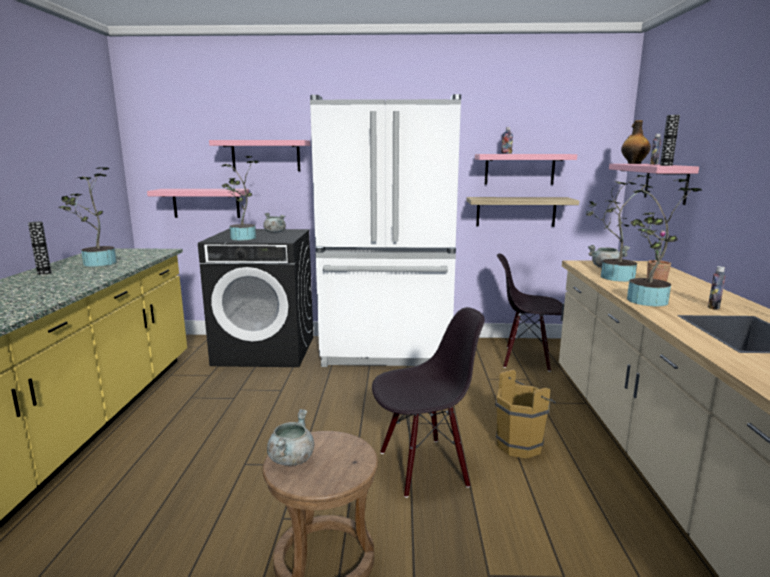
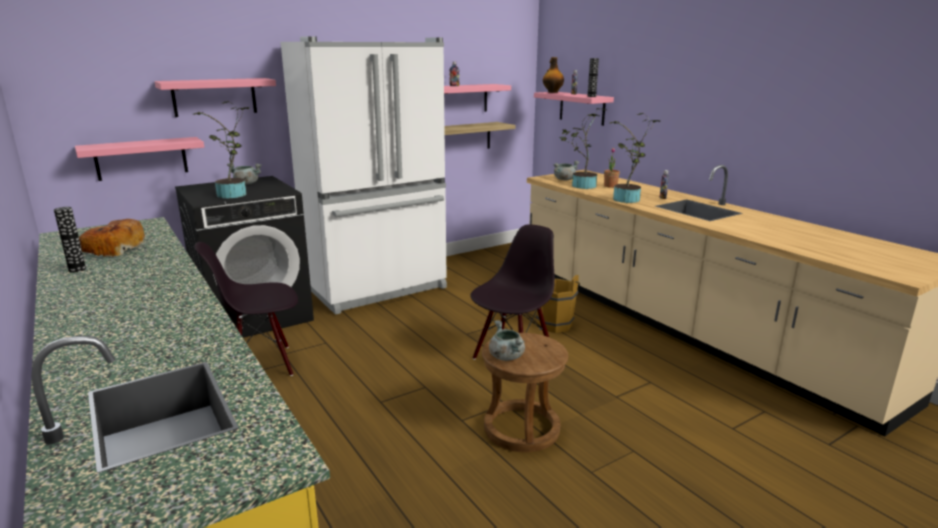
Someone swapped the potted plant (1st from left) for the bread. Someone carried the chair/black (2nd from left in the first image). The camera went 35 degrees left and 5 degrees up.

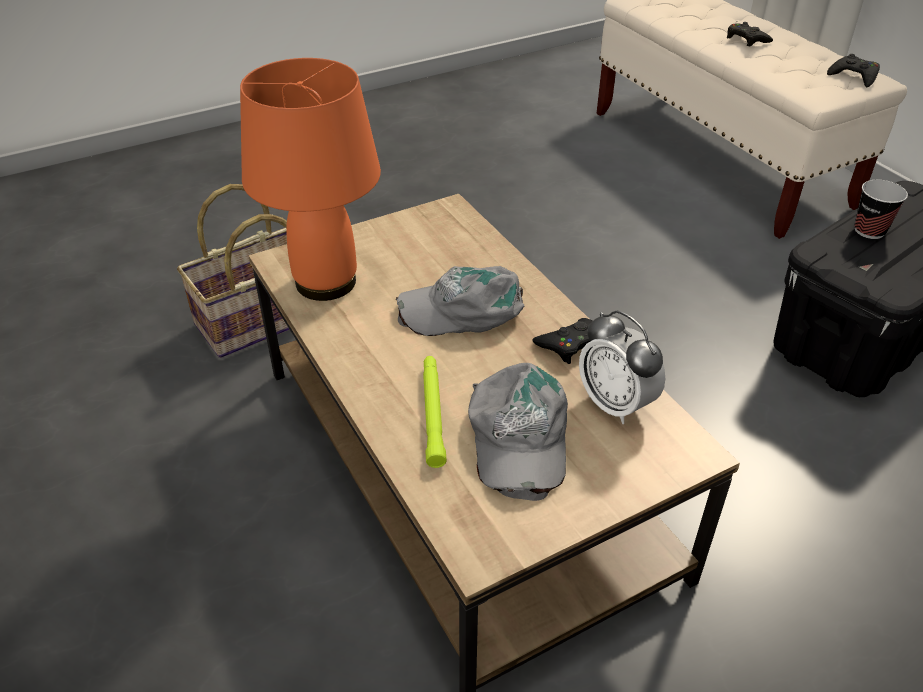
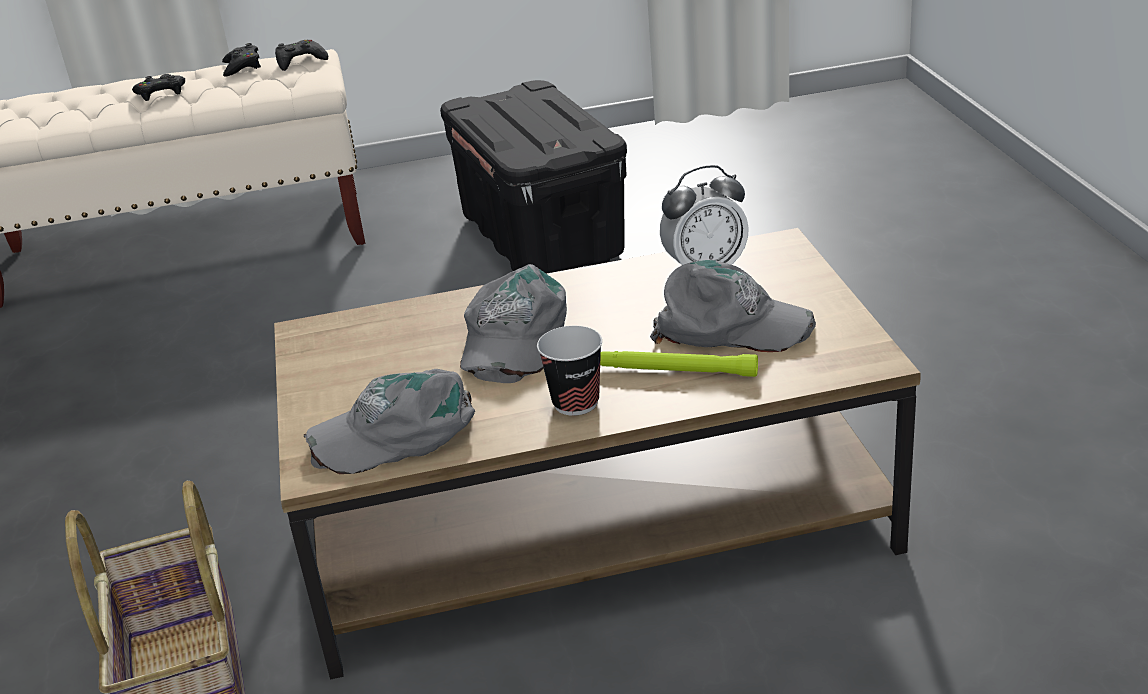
Someone swapped the table lamp/orange for the cap/grey (1st from left). Someone carried the cup. Someone carried the game controller/black (1st from left in the first image). The camera went 70 degrees left and 10 degrees down.

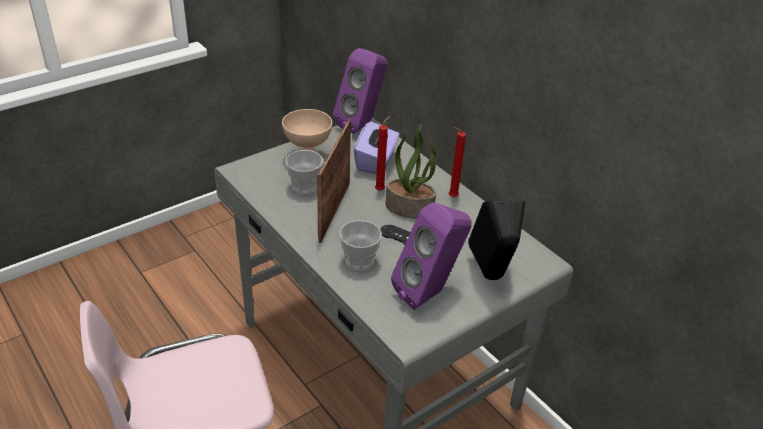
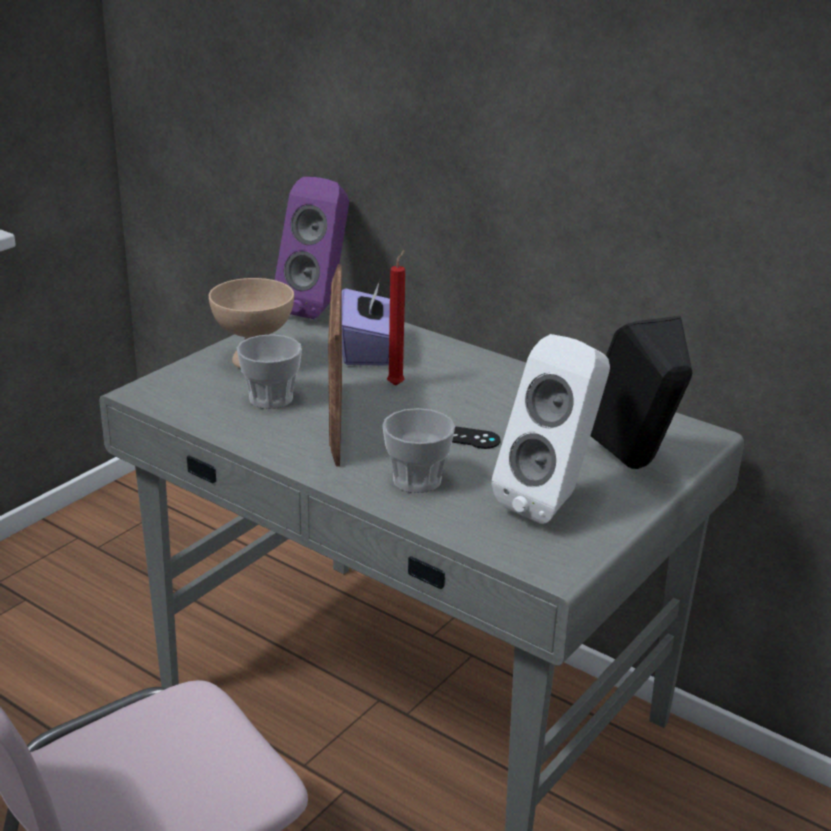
Someone took away the potted plant. Someone took away the candle/red (2nd from left). Someone repainted the speaker/purple (2nd from left), which became the speaker/white. The camera went 15 degrees left and 10 degrees down.

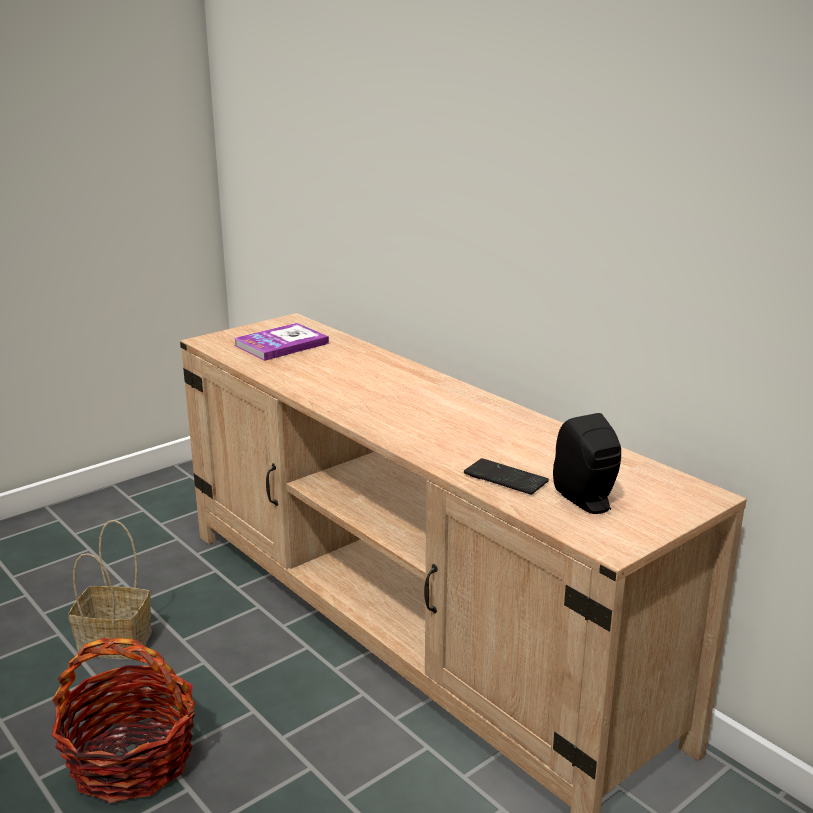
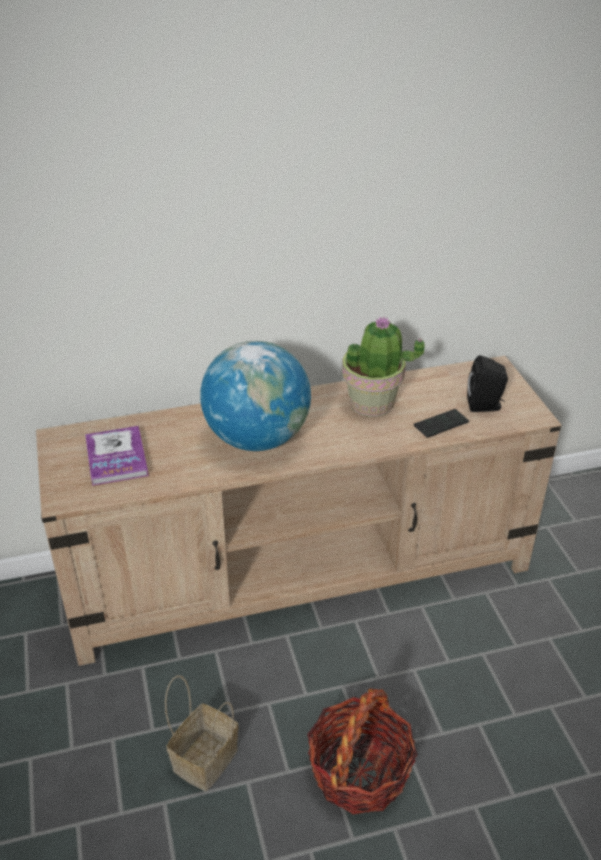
Someone put down the potted plant. Someone put down the globe. The camera went 65 degrees left and 15 degrees up.

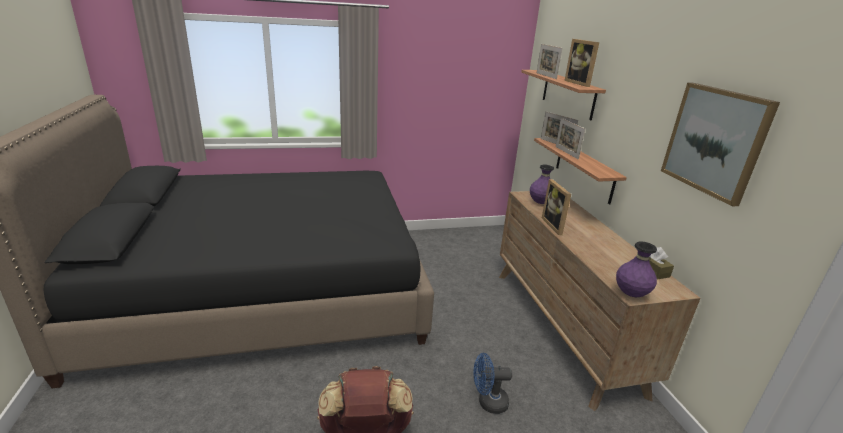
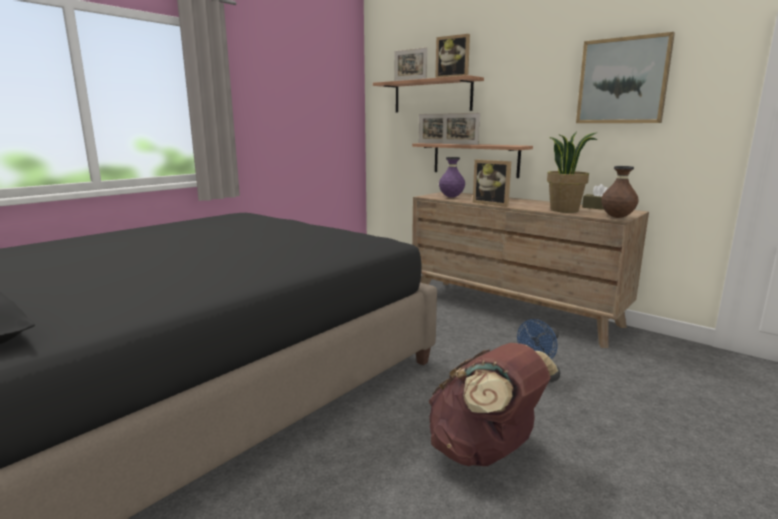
Someone repainted the vase/purple (2nd from left), which became the vase/brown. Someone put down the potted plant. The camera went 35 degrees left and 10 degrees down.

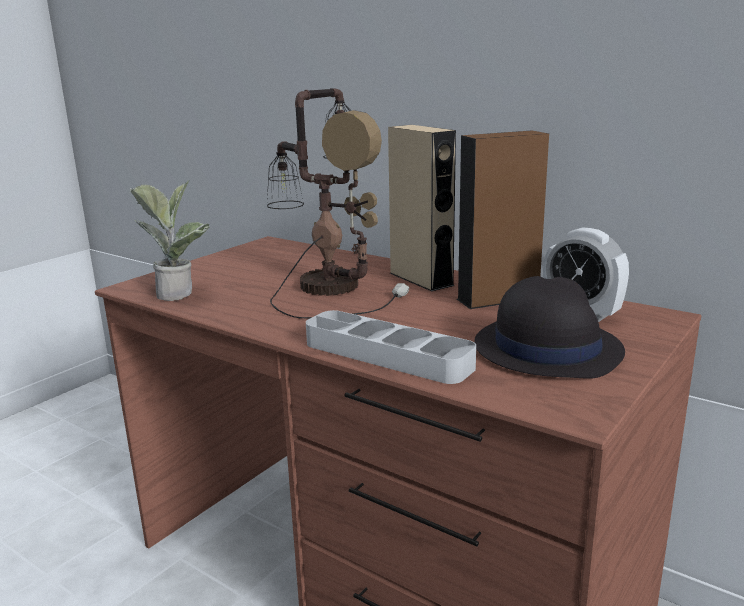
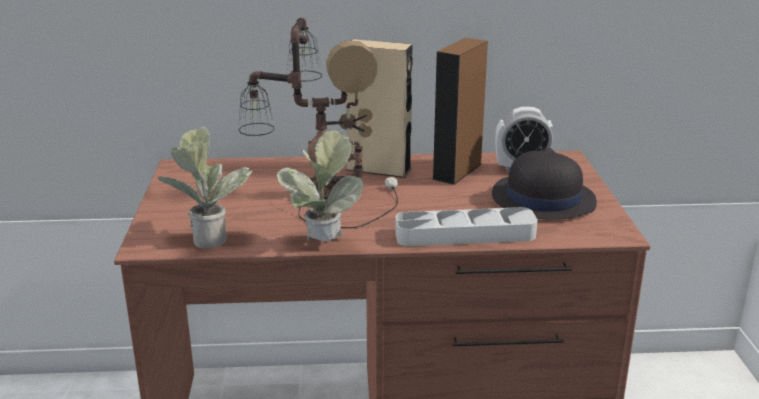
Someone put down the potted plant (2nd from left). The camera went 40 degrees left and 5 degrees up.

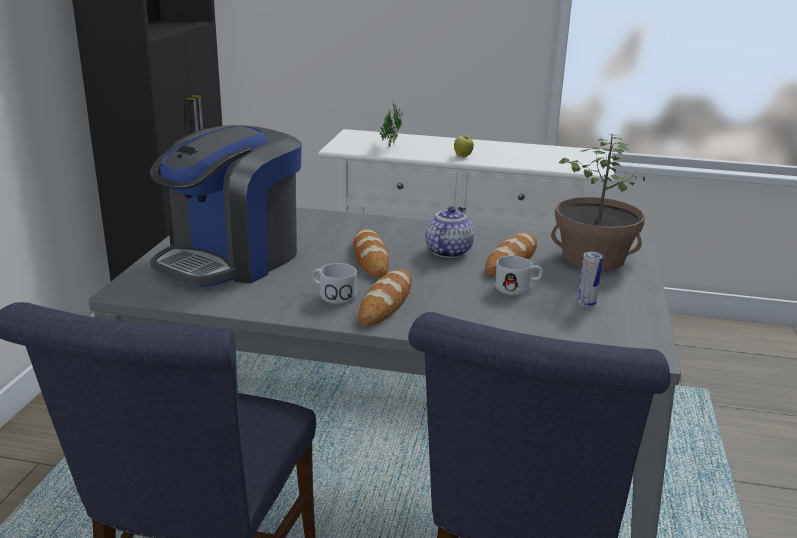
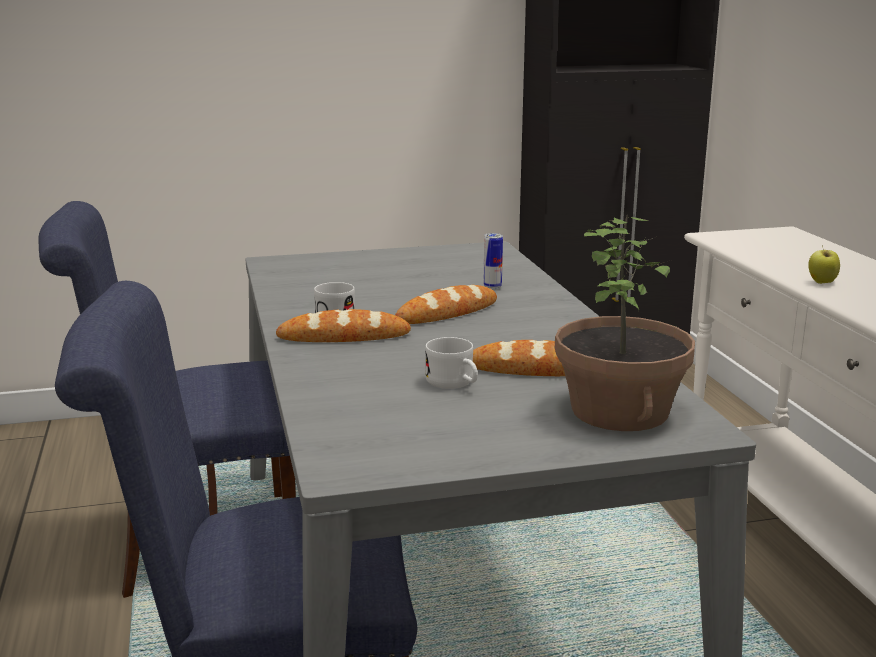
Someone took away the potted plant (1st from left). Someone took away the coffee machine. Someone took away the teapot. Someone carried the can. The camera went 65 degrees right and 5 degrees down.

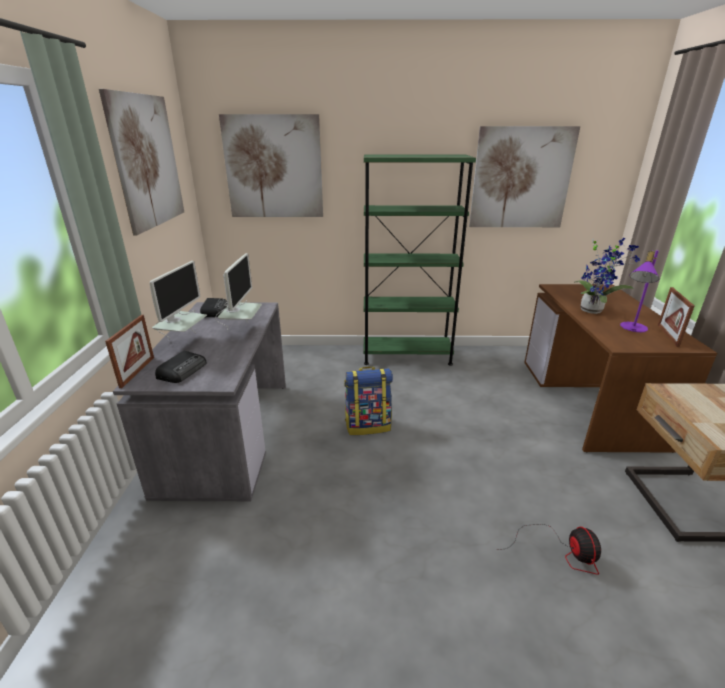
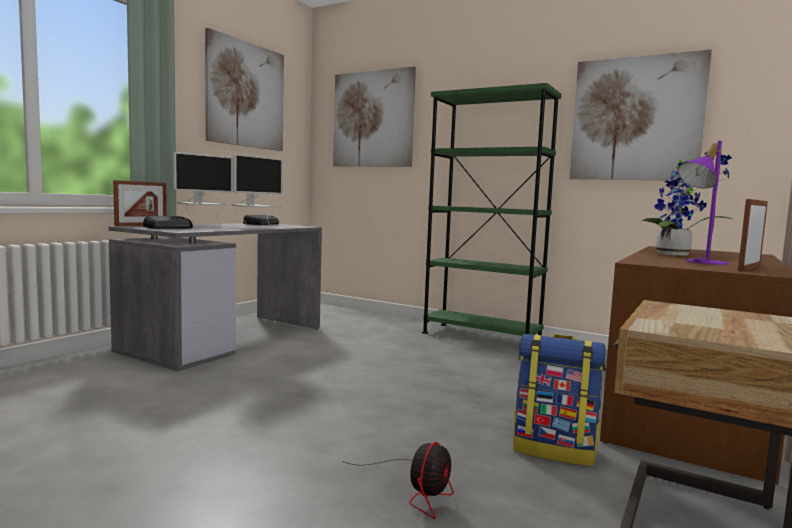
Someone carried the backpack. The camera went 30 degrees right and 20 degrees down.

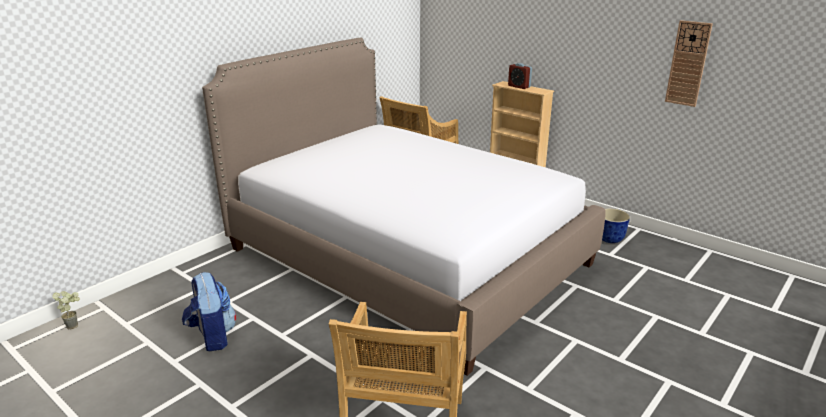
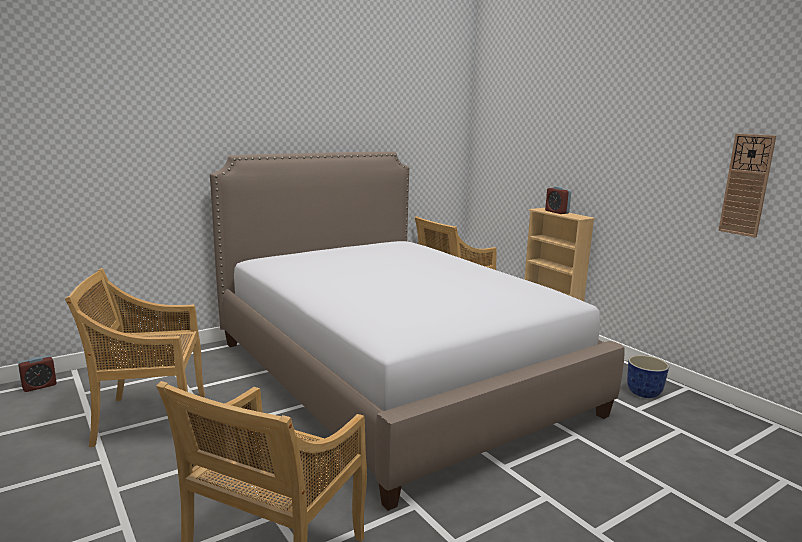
Someone swapped the backpack for the chair/beige (1st from left). Someone swapped the potted plant for the alarm clock (1st from left). The camera went 15 degrees right and 10 degrees down.

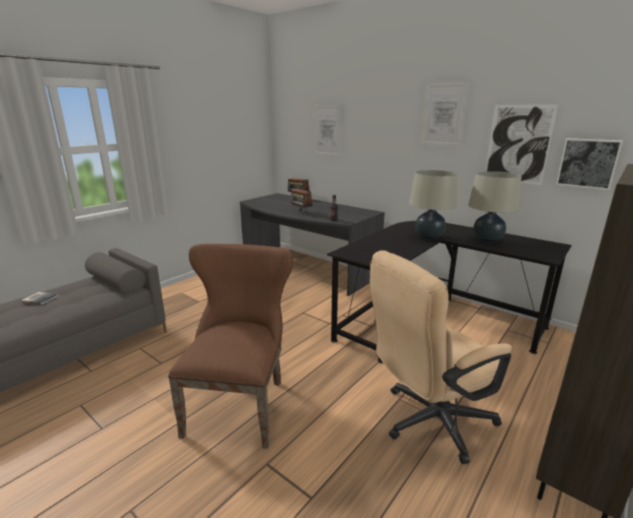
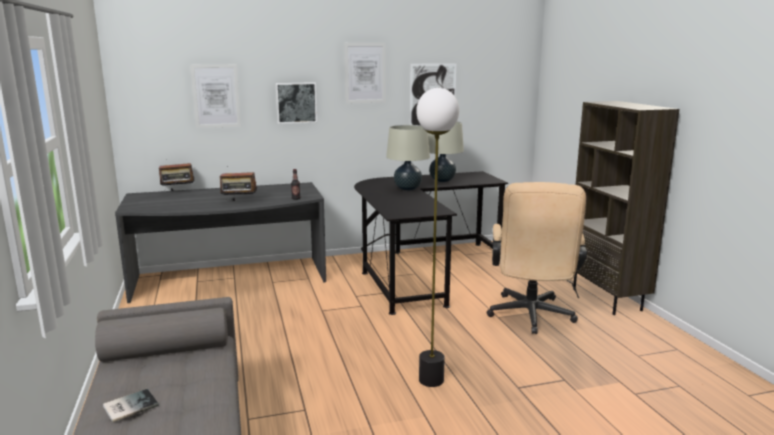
Someone carried the picture (4th from left in the first image). Someone swapped the chair/brown for the floor lamp. The camera went 55 degrees left and 5 degrees down.

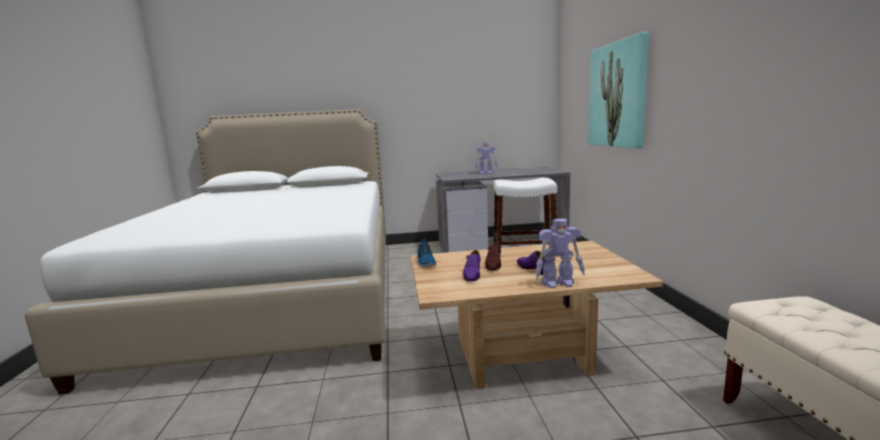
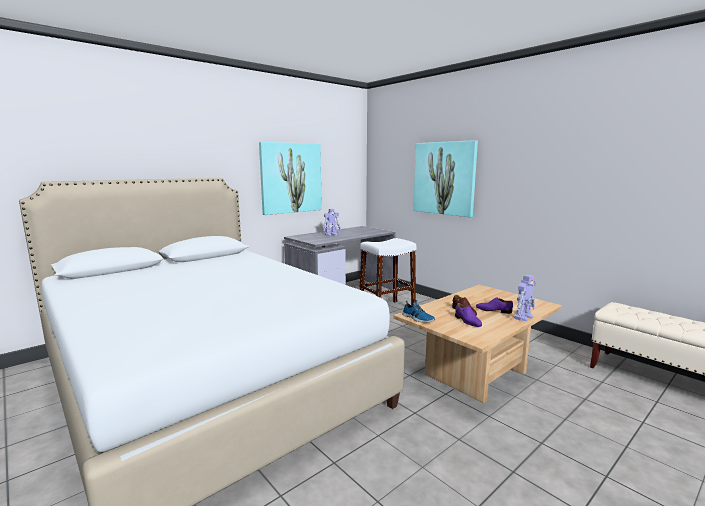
Someone put up the picture (1st from left). The camera went 35 degrees left and 0 degrees up.

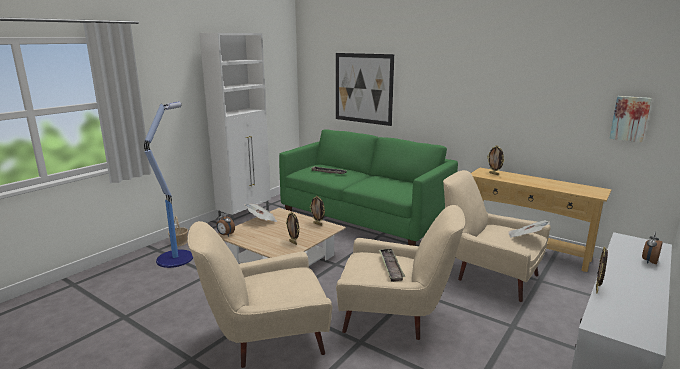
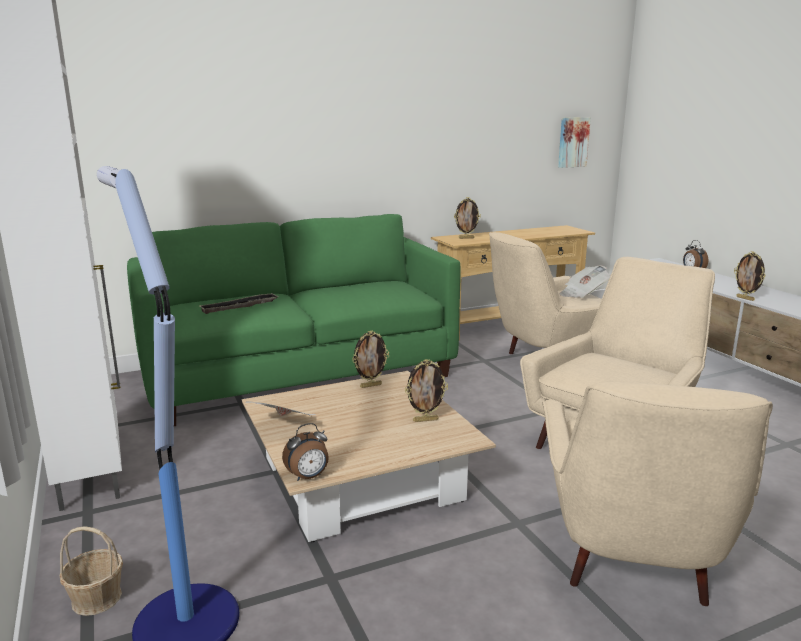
Someone took away the picture (1st from left). Someone took away the tray (2nd from left). The camera went 60 degrees left and 0 degrees up.

